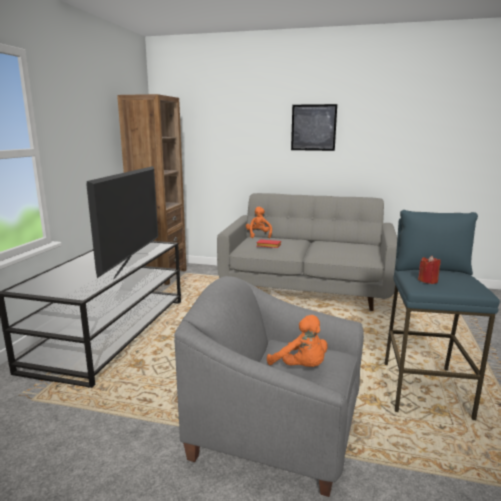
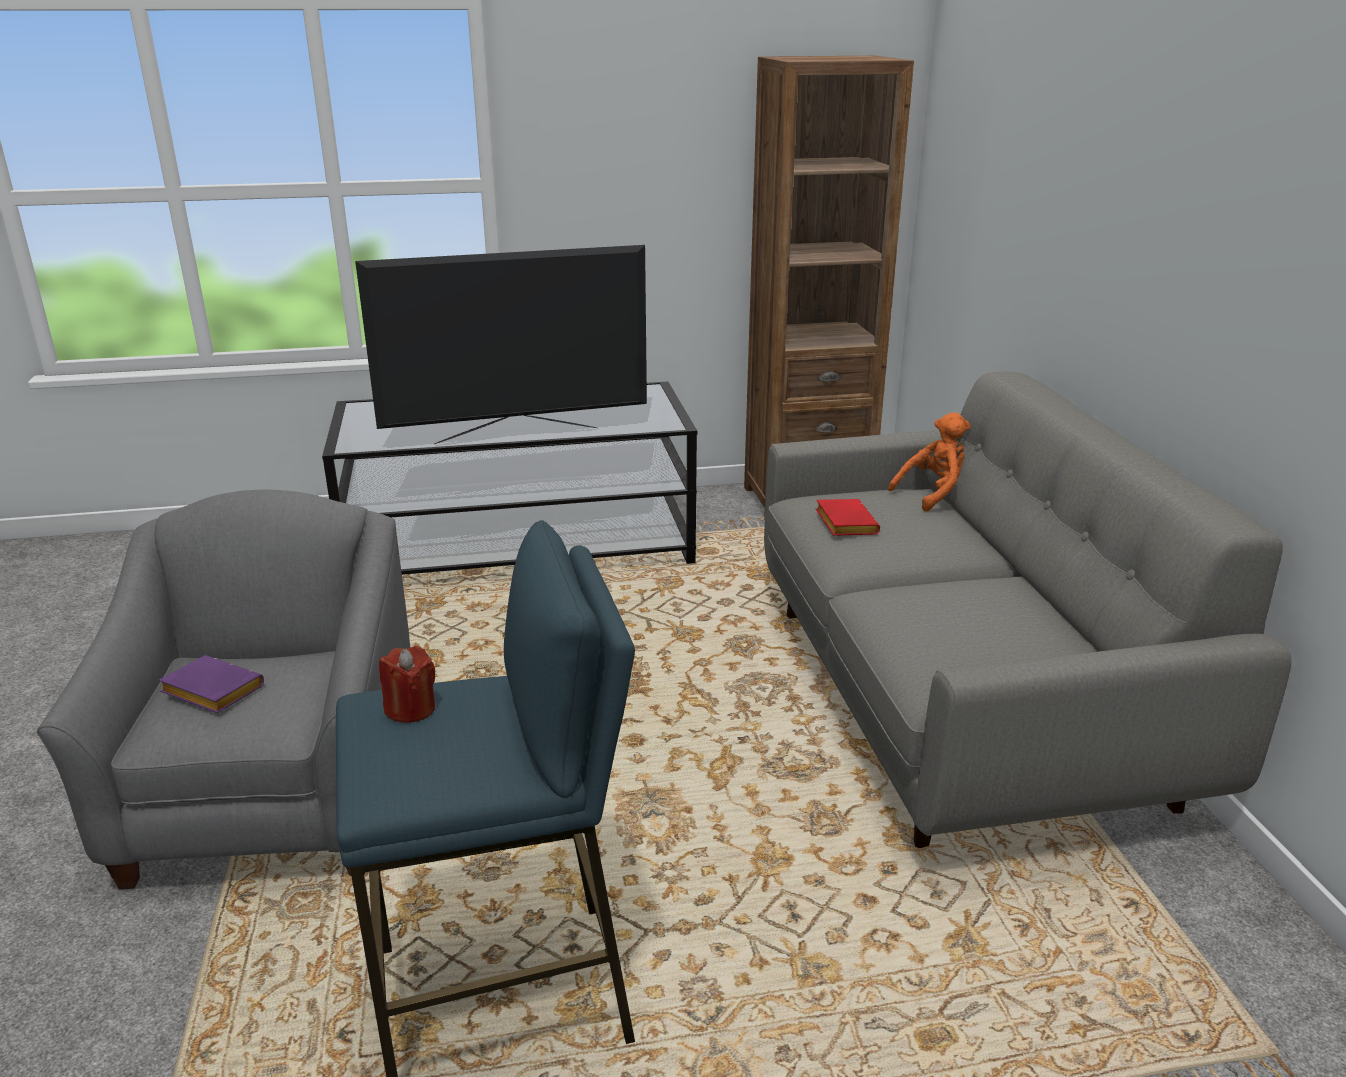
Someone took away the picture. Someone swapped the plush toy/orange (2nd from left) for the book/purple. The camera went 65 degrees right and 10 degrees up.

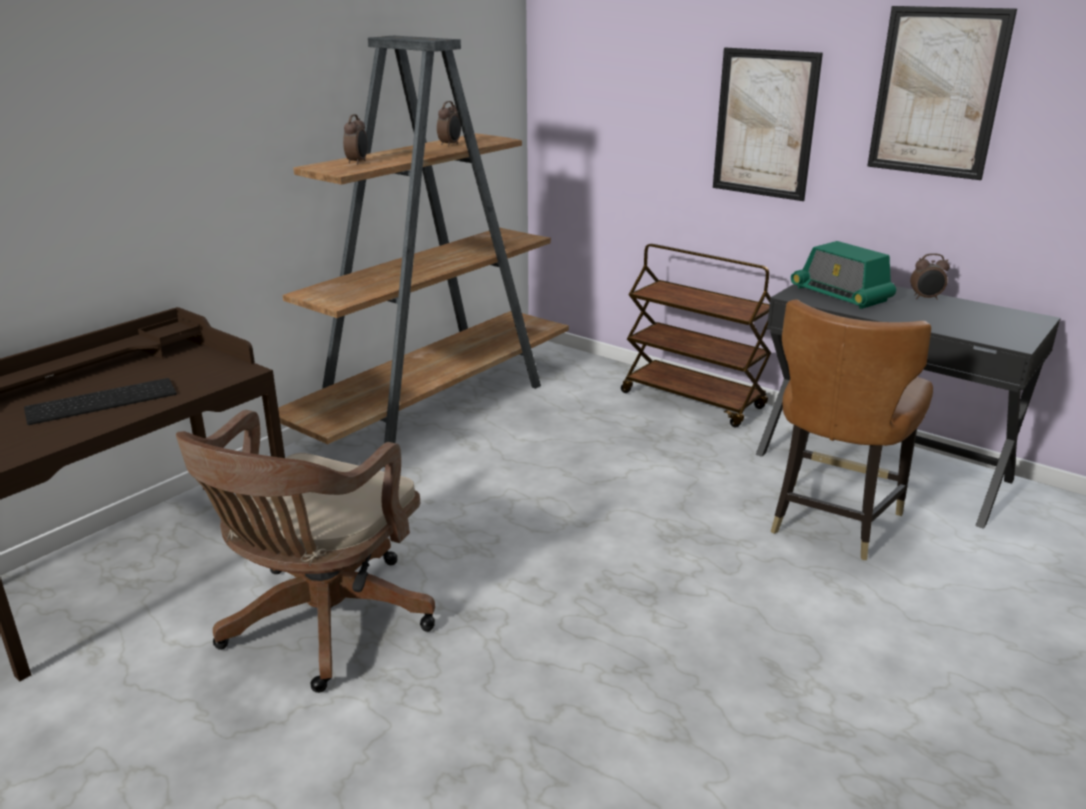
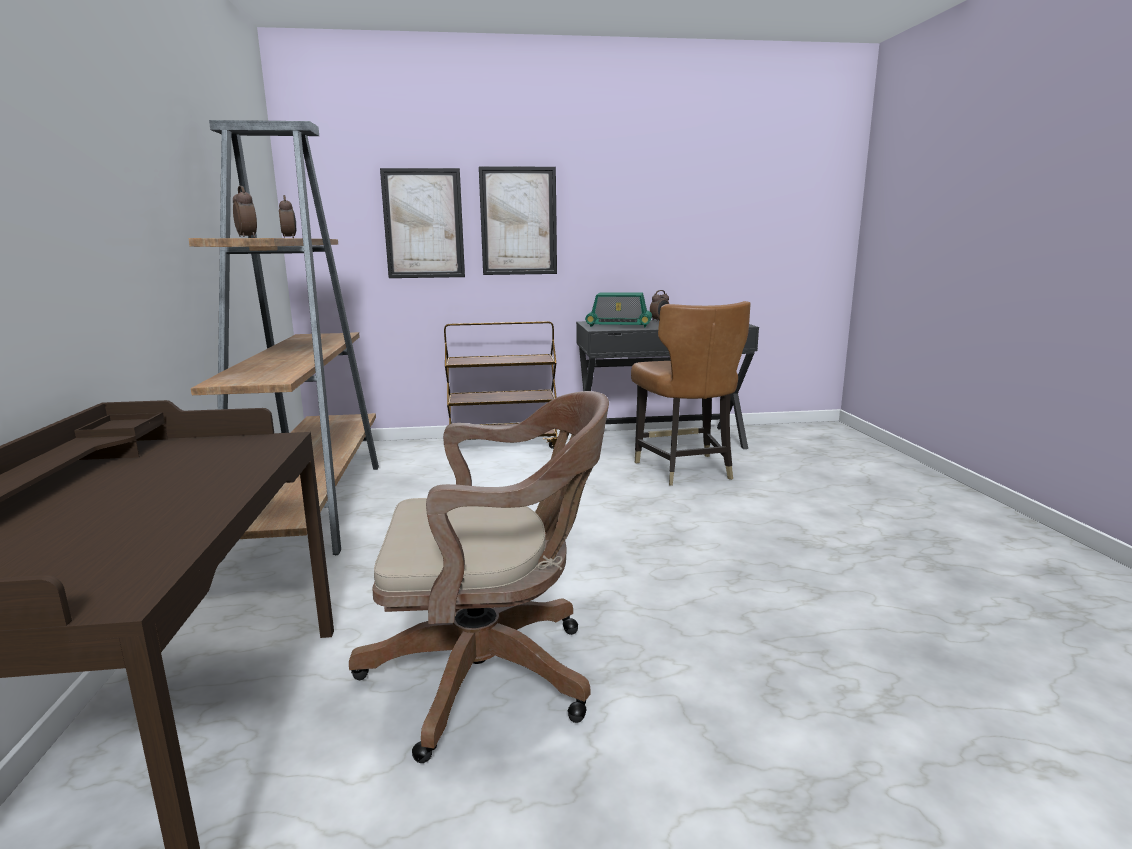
Someone carried the picture (2nd from left in the first image). Someone took away the keyboard. Someone rotated the office chair/brown by 75 degrees counterclockwise. The camera went 45 degrees left and 10 degrees down.

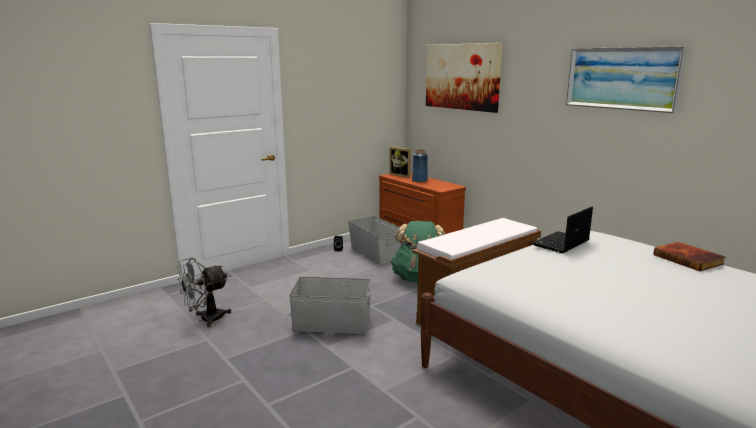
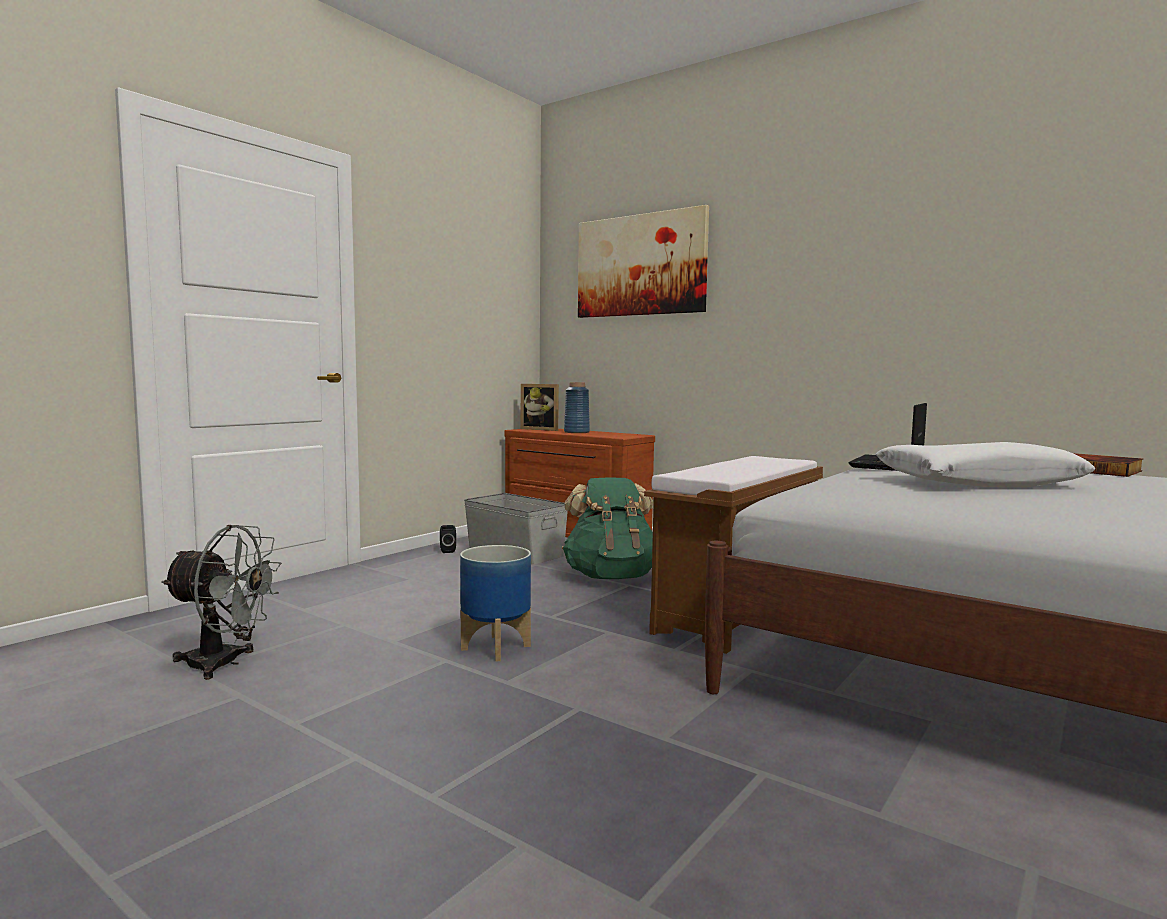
Someone took away the picture (2nd from left). Someone rotated the fan/grey by 120 degrees counterclockwise. Someone swapped the storage box/grey (1st from left) for the planter. Someone put down the pillow/white. The camera went 15 degrees left and 10 degrees down.

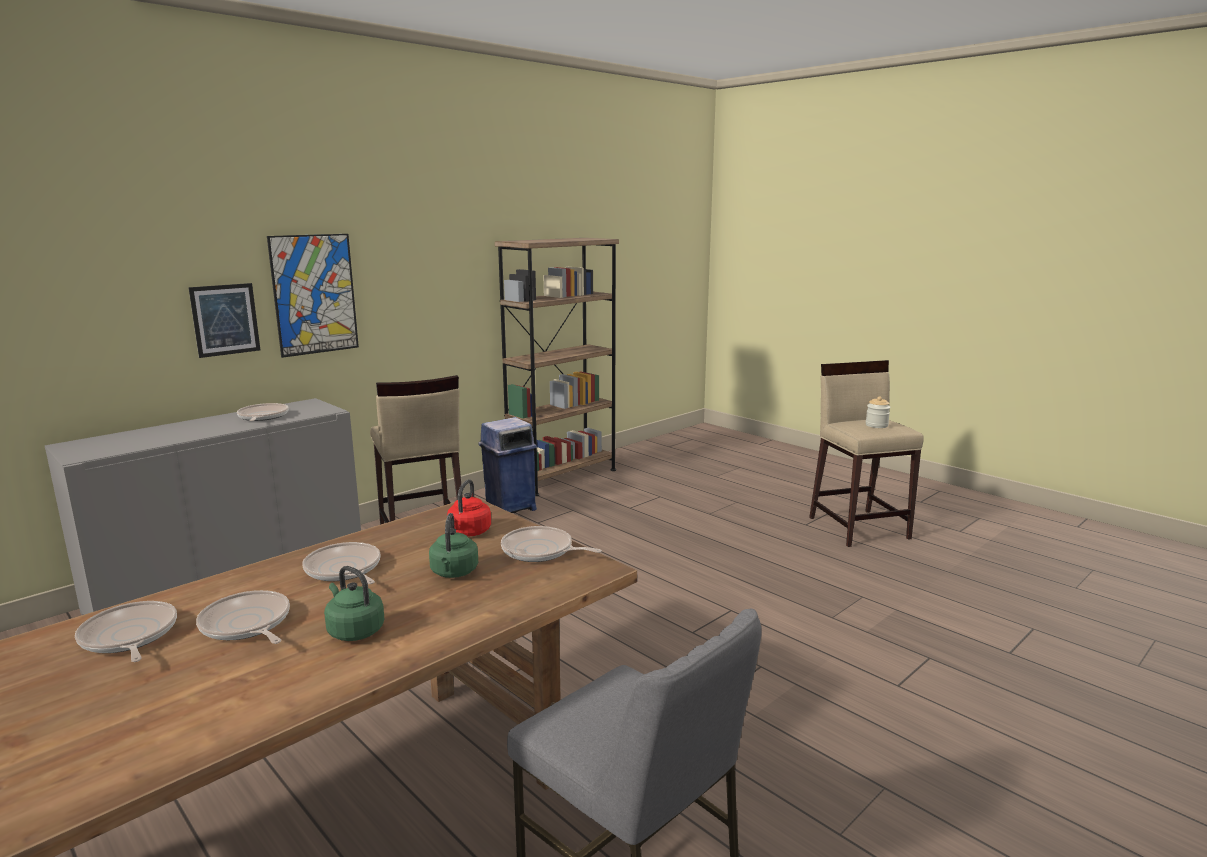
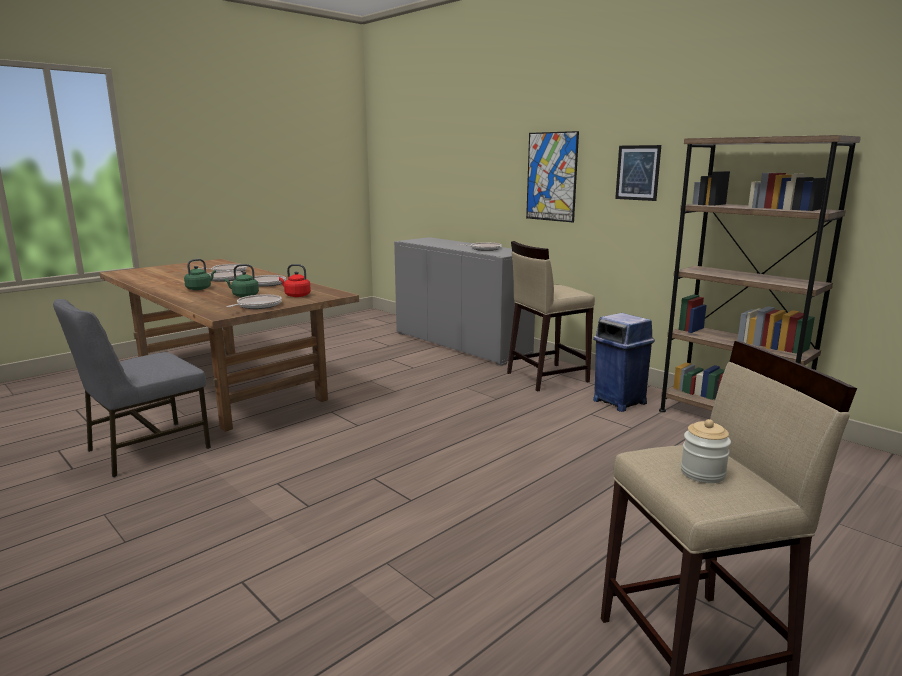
Someone carried the picture (1st from left in the first image). The camera went 90 degrees right and 0 degrees up.

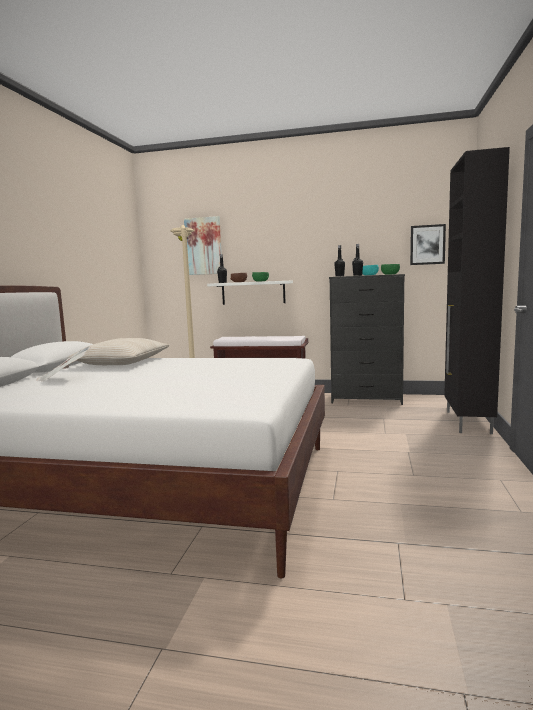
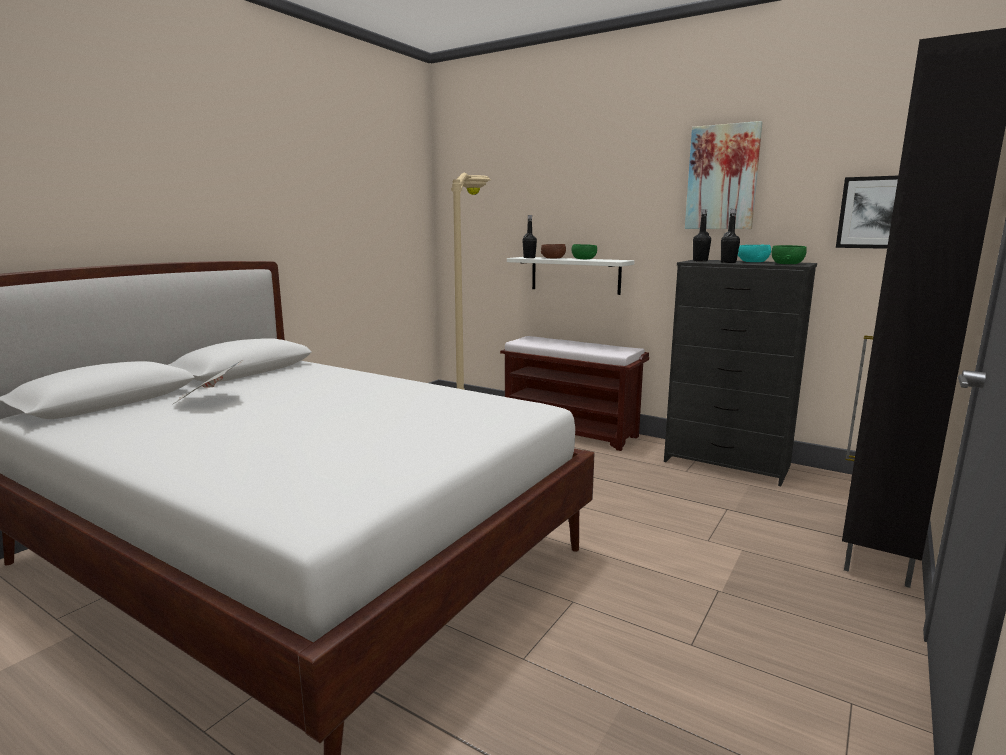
Someone carried the picture (1st from left). Someone took away the pillow/beige. The camera went 20 degrees right and 5 degrees up.

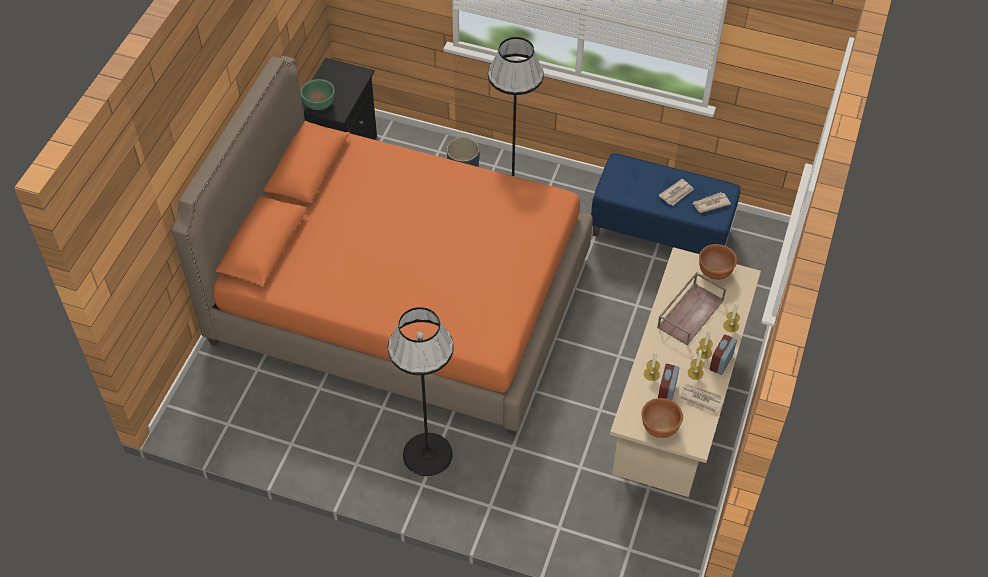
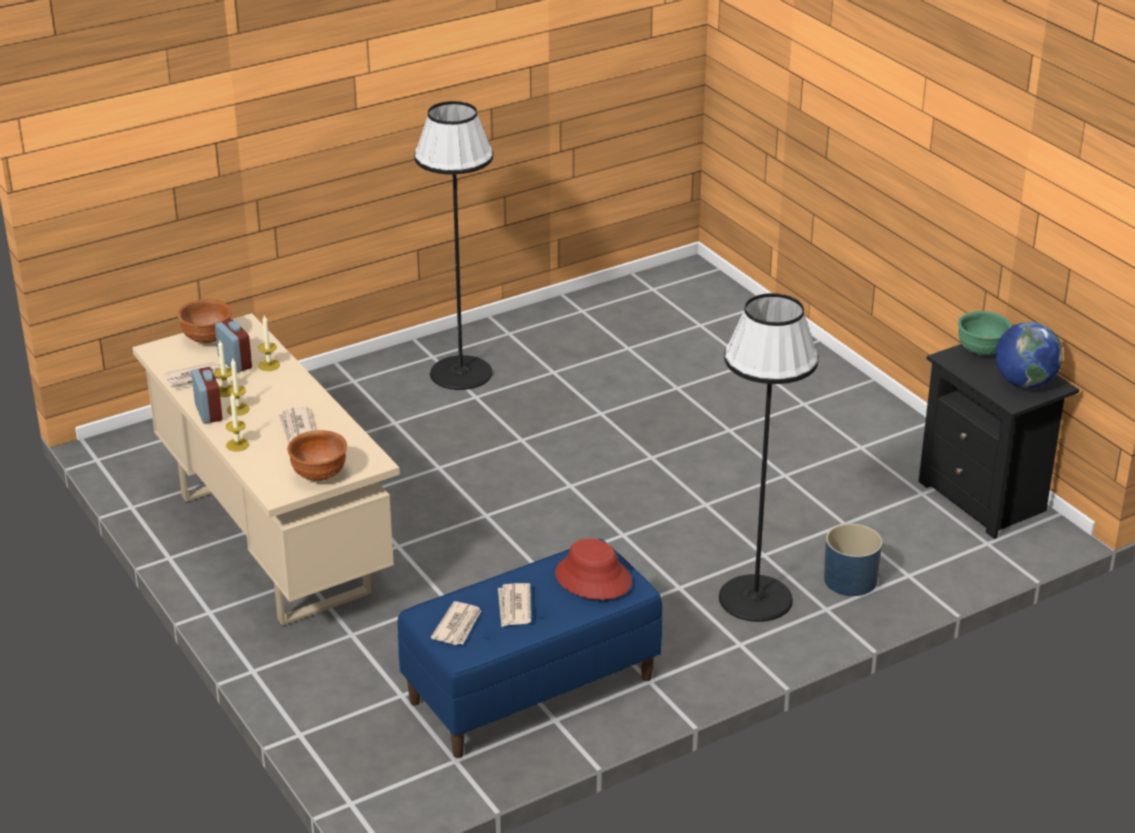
Someone took away the bed/orange. Someone swapped the tray/brown for the newspaper (2nd from left). Someone put down the globe. Someone put down the hat/red. The camera went 130 degrees right and 20 degrees down.

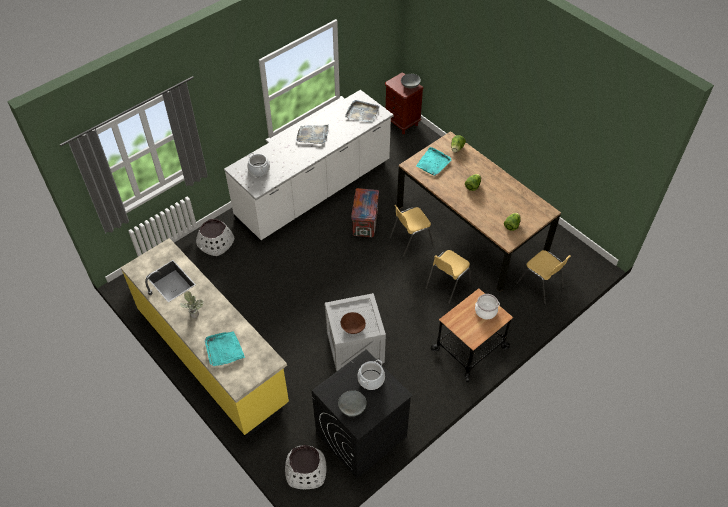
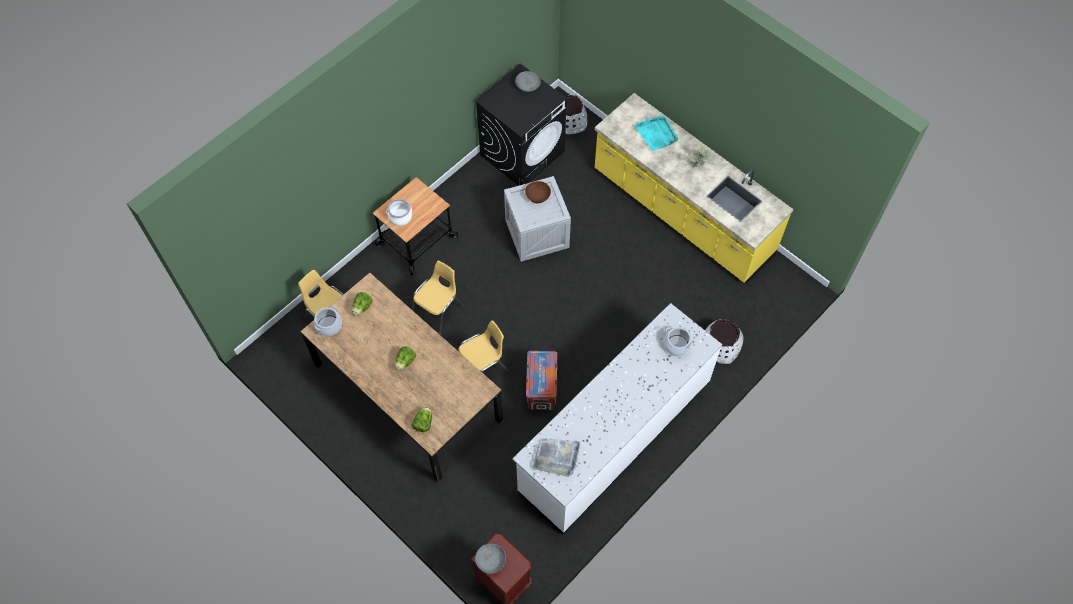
Someone took away the tray/grey (1st from left). Someone took away the tray/turquoise (2nd from left). Someone carried the cooking pot (2nd from left in the first image). The camera went 175 degrees right and 10 degrees up.

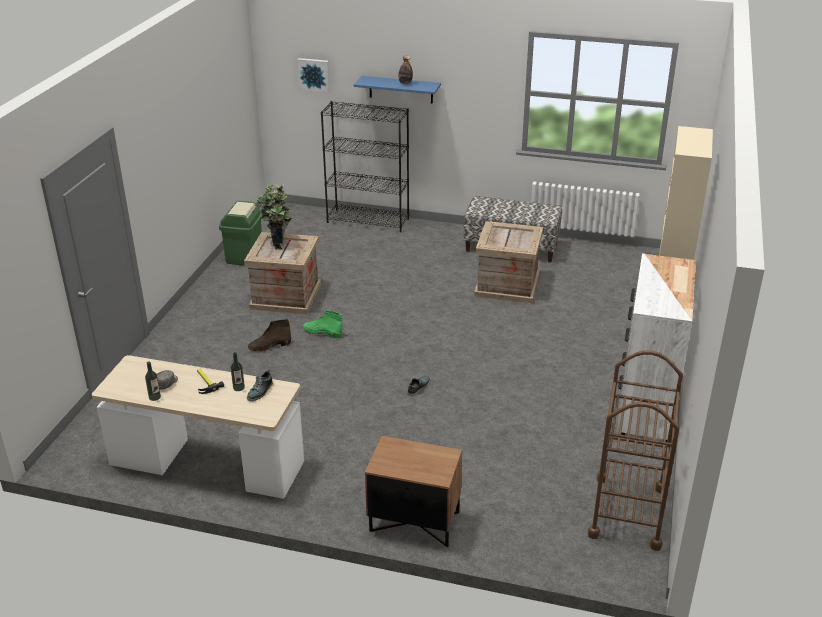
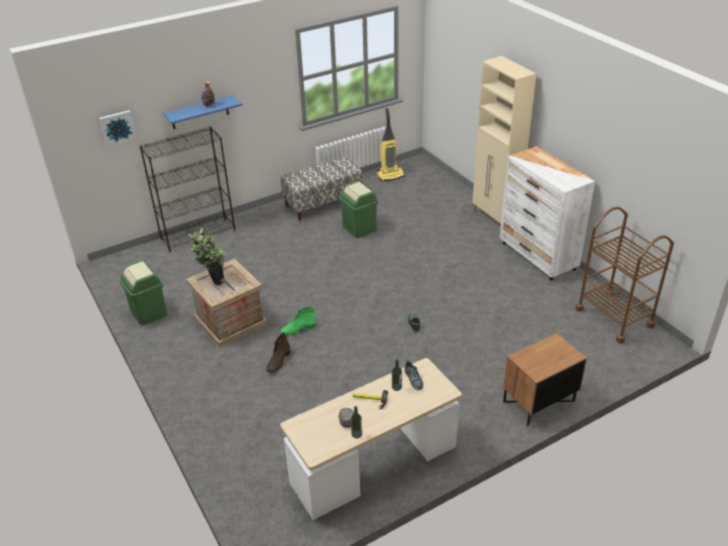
Someone swapped the crate (2nd from left) for the trash can/green (2nd from left). Someone put down the vacuum cleaner. The camera went 45 degrees left and 5 degrees up.

